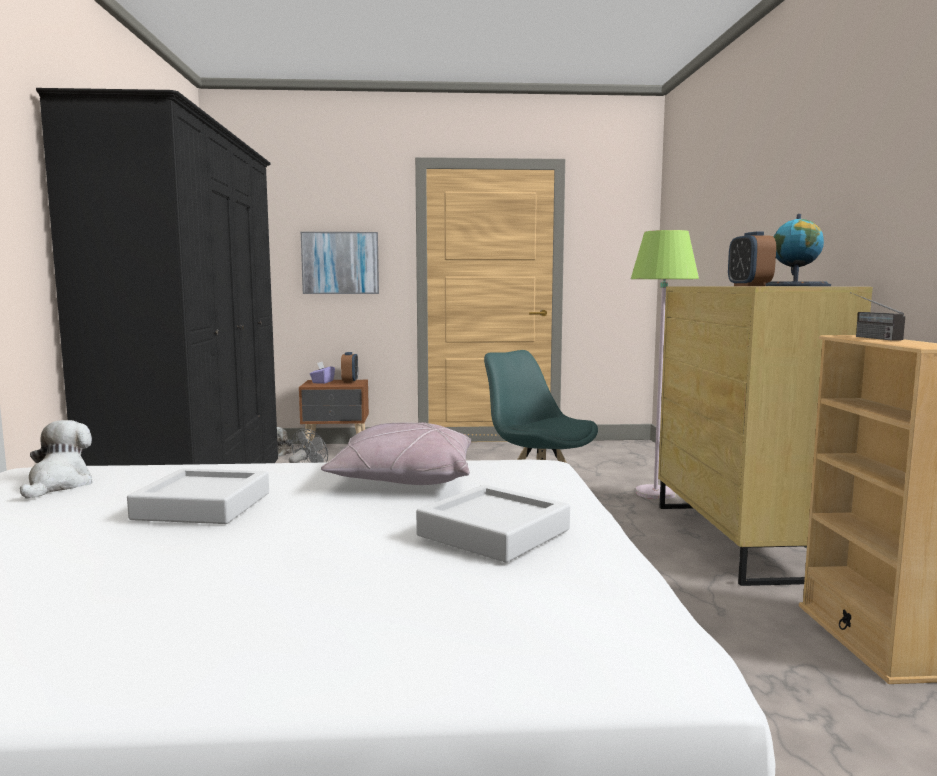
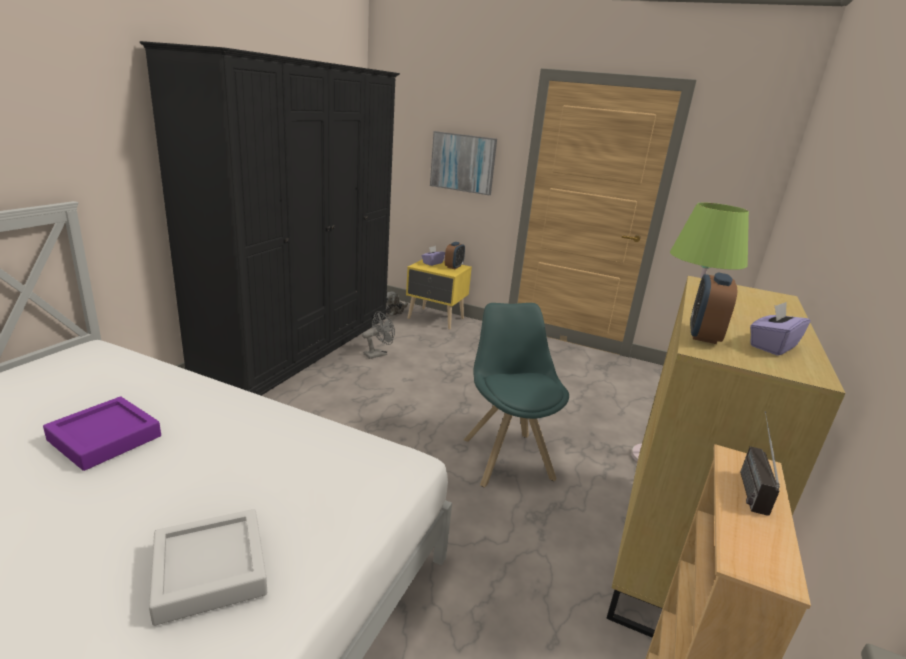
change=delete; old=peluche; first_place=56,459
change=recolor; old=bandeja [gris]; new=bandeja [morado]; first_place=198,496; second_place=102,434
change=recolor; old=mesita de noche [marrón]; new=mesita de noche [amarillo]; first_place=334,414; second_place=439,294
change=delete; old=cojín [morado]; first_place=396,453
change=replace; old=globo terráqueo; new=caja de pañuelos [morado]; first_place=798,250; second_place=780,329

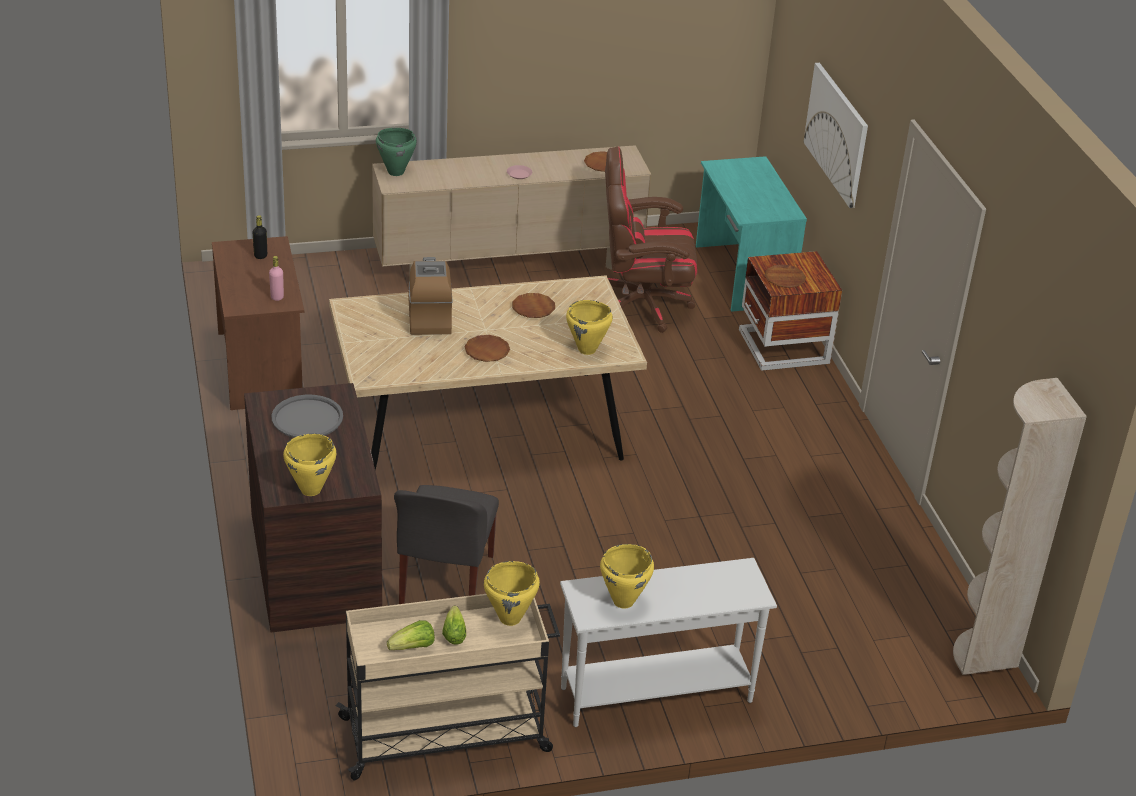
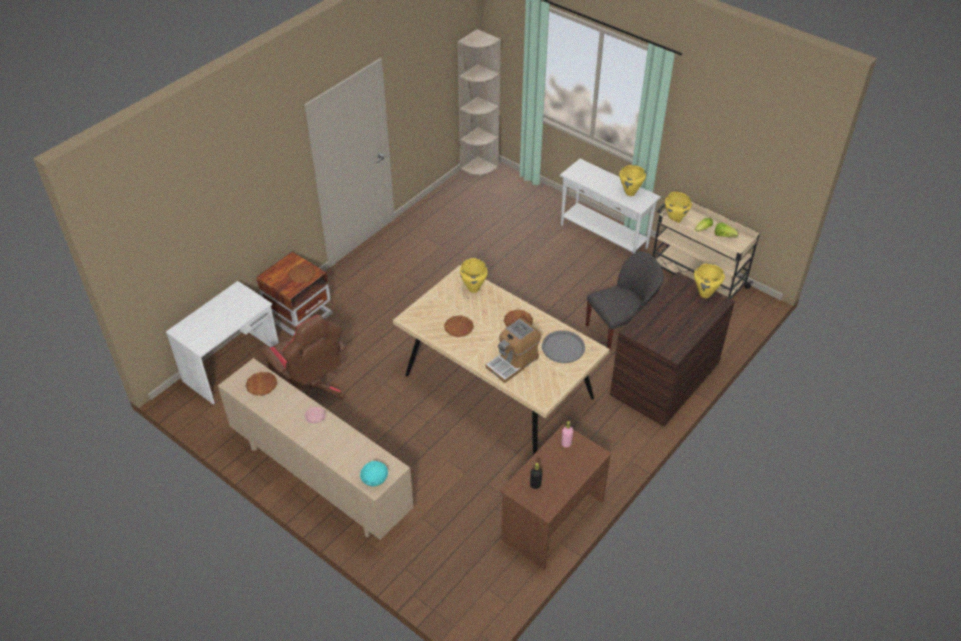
change=move; old=bandeja [gris]; first_place=307,416; second_place=563,346
change=replace; old=olla [verde]; new=cuenco [turquesa]; first_place=396,152; second_place=374,473
change=recolor; old=escritorio [turquesa]; new=escritorio [blanco]; first_place=751,234; second_place=222,342
change=delete; old=cuadro; first_place=835,135

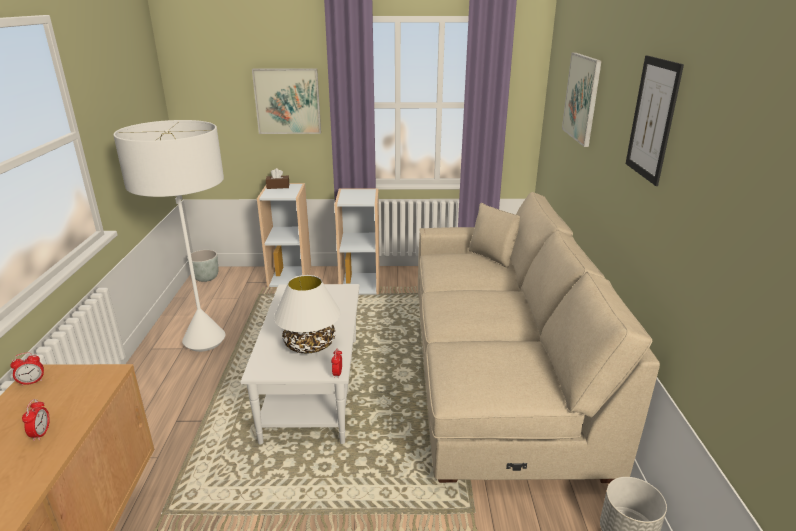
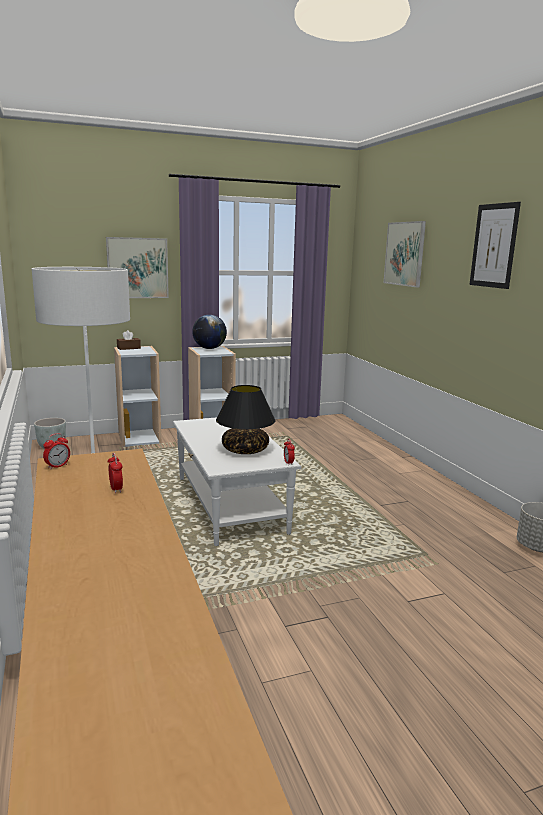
change=recolor; old=lámpara de mesa [blanco]; new=lámpara de mesa [negro]; first_place=307,314; second_place=245,419
change=delete; old=sofá [beis]; first_place=539,337
change=insert; new=globo terráqueo; second_place=209,332

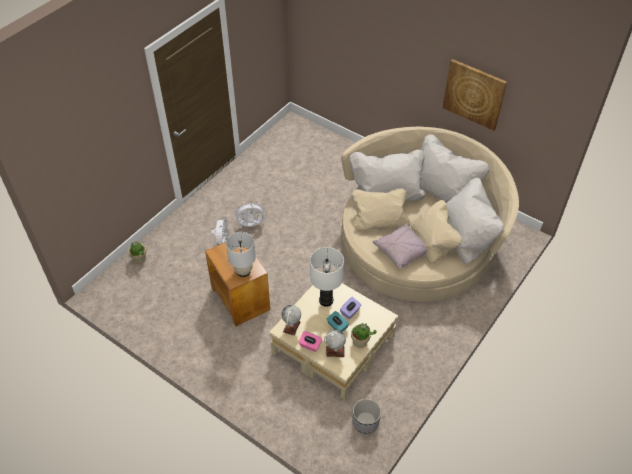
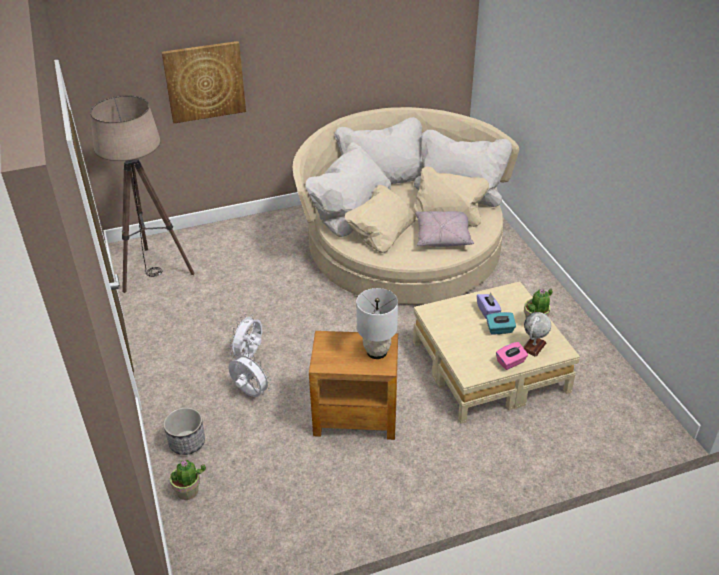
change=delete; old=globo terráqueo; first_place=291,320
change=delete; old=lámpara de mesa [blanco]; first_place=327,277
change=move; old=maceta; first_place=367,416; second_place=184,431
change=move; old=cuadro; first_place=475,95; second_place=204,82
change=insert; new=lámpara de pie; second_place=142,194

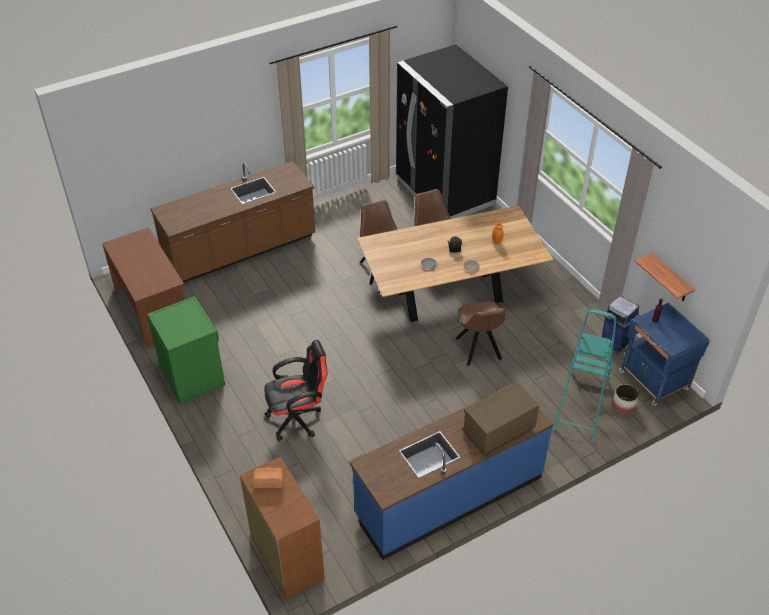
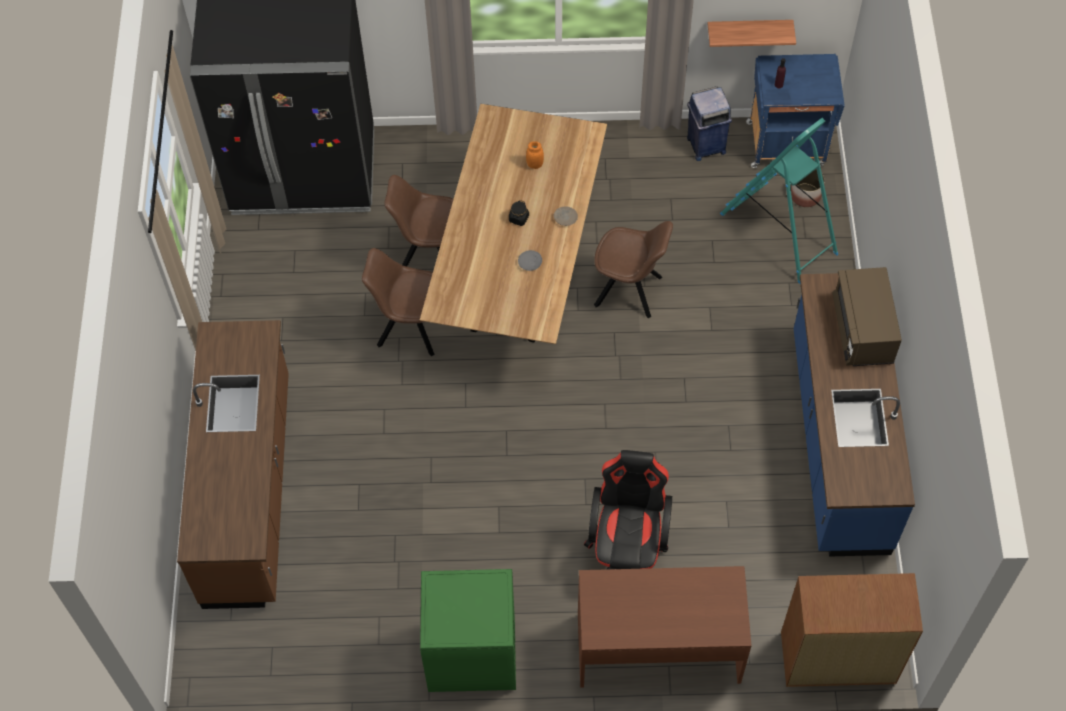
change=move; old=escritorio [marrón]; first_place=143,287; second_place=665,626
change=delete; old=pan; first_place=268,477

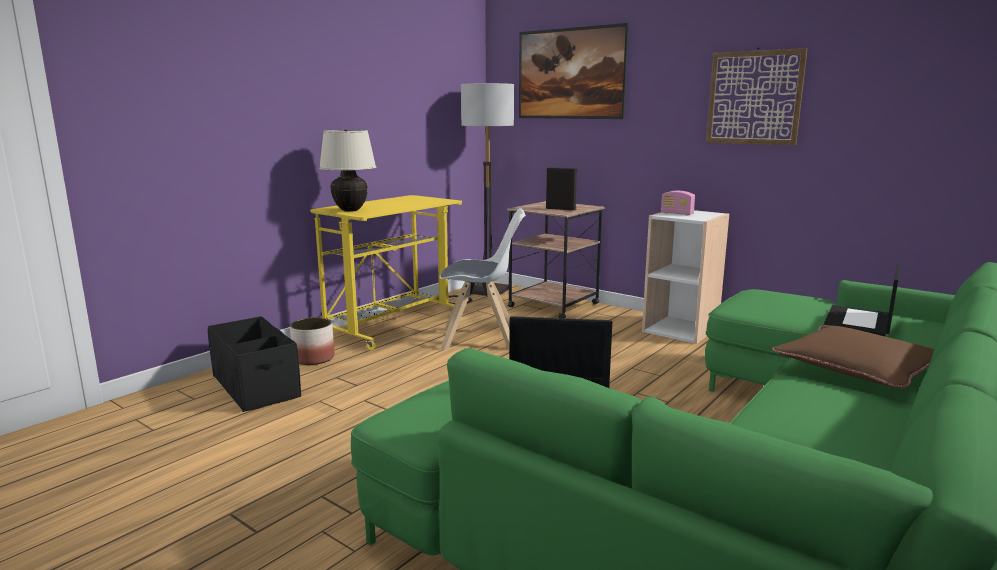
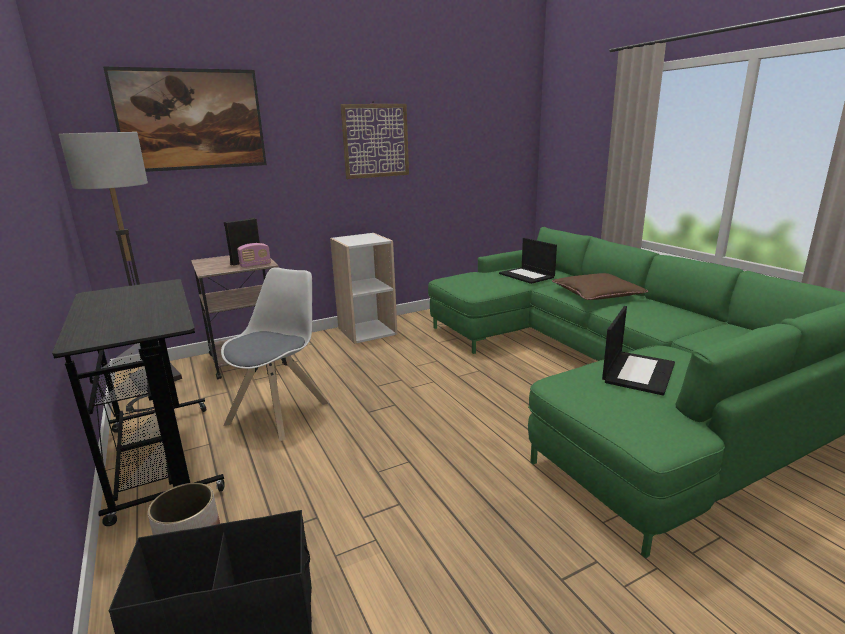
change=recolor; old=escritorio [amarillo]; new=escritorio [negro]; first_place=386,272; second_place=138,402
change=delete; old=lámpara de mesa [beis]; first_place=347,170
change=move; old=radio; first_place=678,203; second_place=254,255

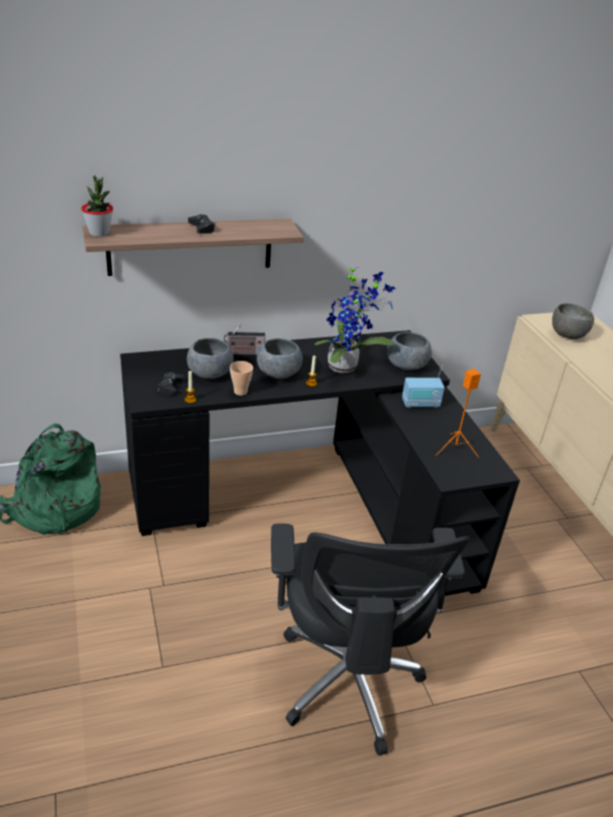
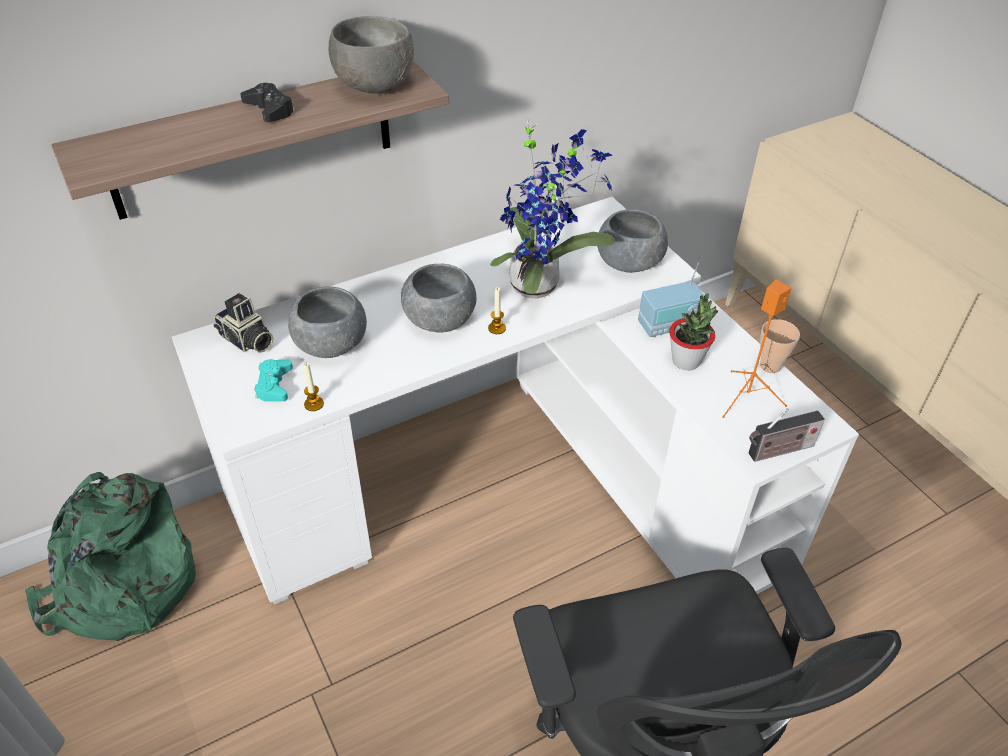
change=move; old=planta en maceta; first_place=97,206; second_place=693,331
change=recolor; old=escritorio [negro]; new=escritorio [blanco]; first_place=320,463; second_place=515,400
change=recolor; old=mando de consola [negro]; new=mando de consola [turquesa]; first_place=171,383; second_place=273,380
change=move; old=radio; first_place=244,339; second_place=787,435
change=move; old=taza; first_place=241,378; second_place=780,346
change=move; old=cuenco [gris]; first_place=573,321; second_place=371,55
change=insert; new=cámara; second_place=243,323

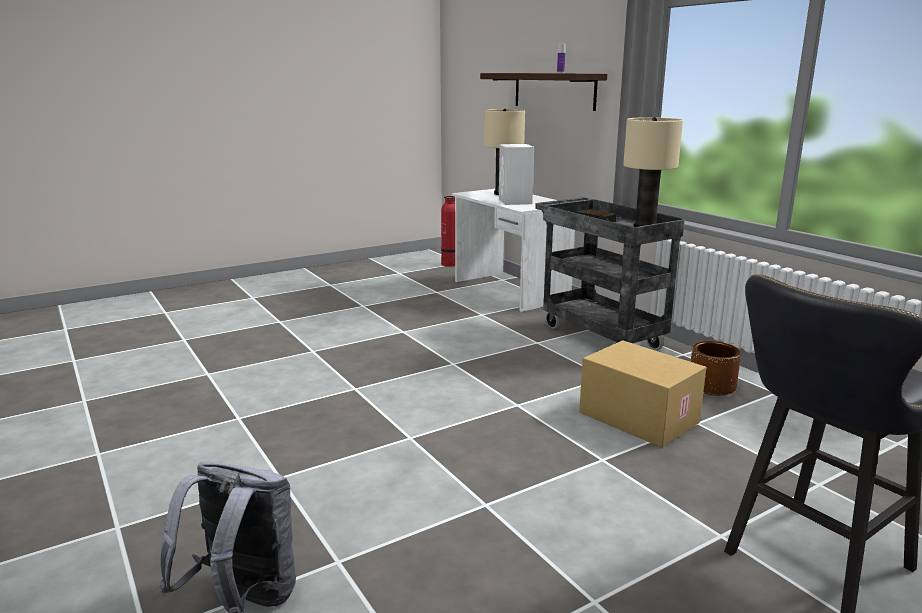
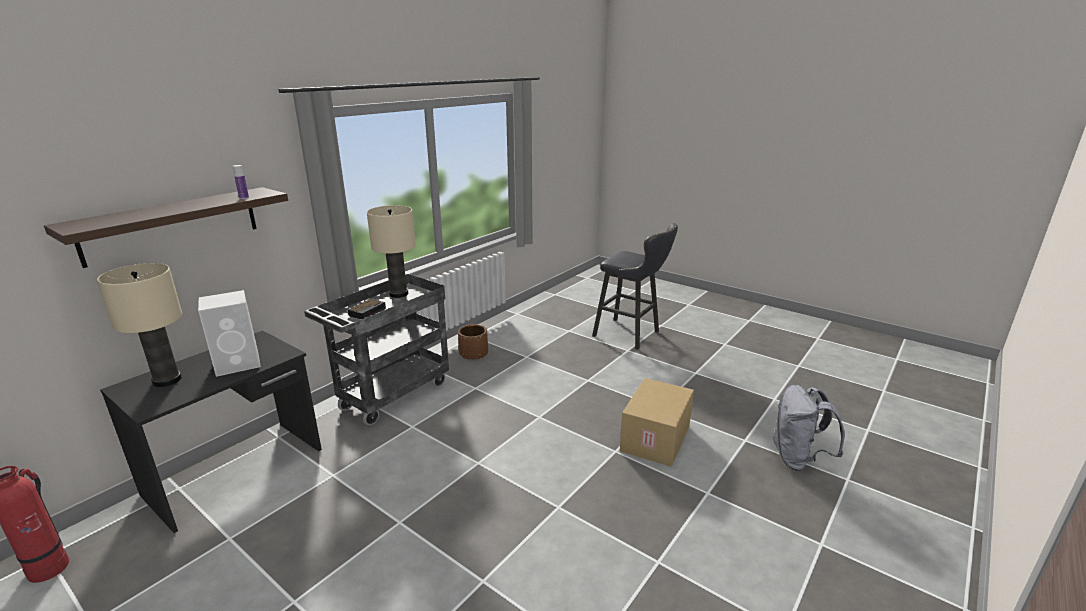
change=recolor; old=escritorio [blanco]; new=escritorio [negro]; first_place=513,250; second_place=211,432
change=move; old=caja de cartón; first_place=642,393; second_place=657,422

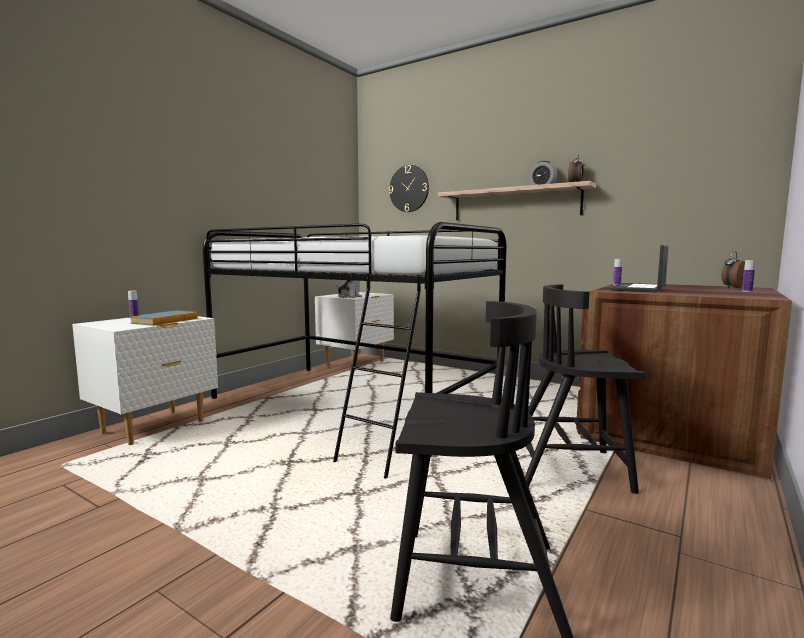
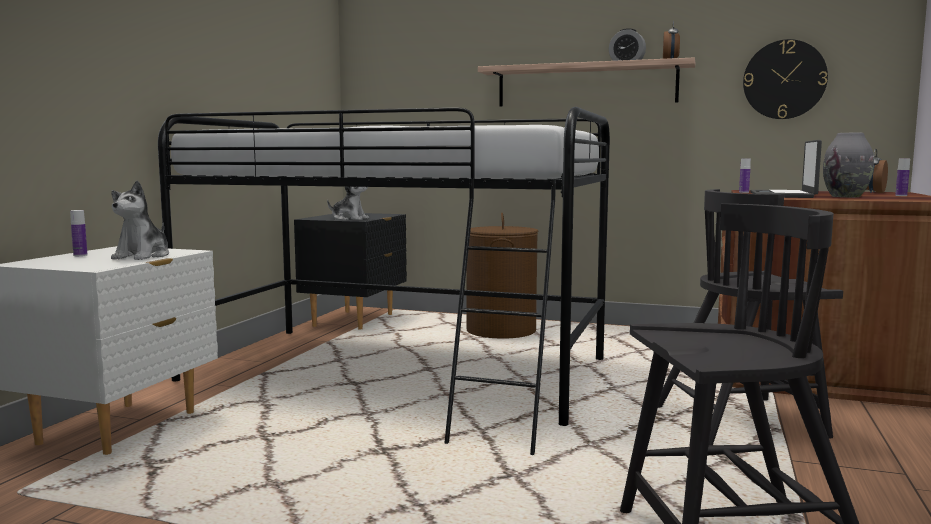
change=replace; old=libro; new=peluche; first_place=164,318; second_place=140,220
change=recolor; old=mesita de noche [blanco]; new=mesita de noche [negro]; first_place=354,331; second_place=350,271
change=move; old=reloj de pared; first_place=409,188; second_place=785,79
change=insert; new=cesto de la ropa [marrón]; second_place=502,276
change=insert; new=florero [gris]; second_place=848,165

